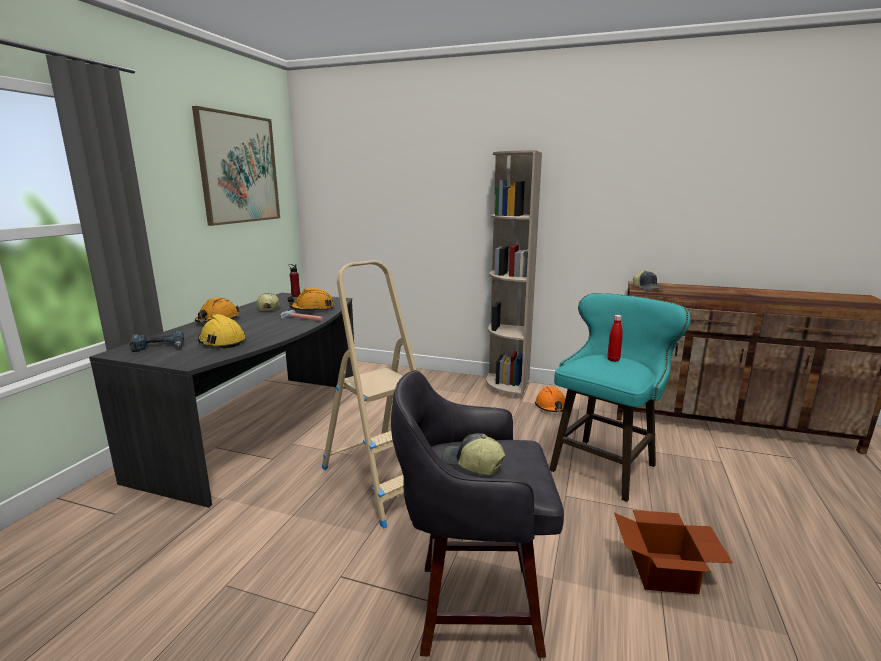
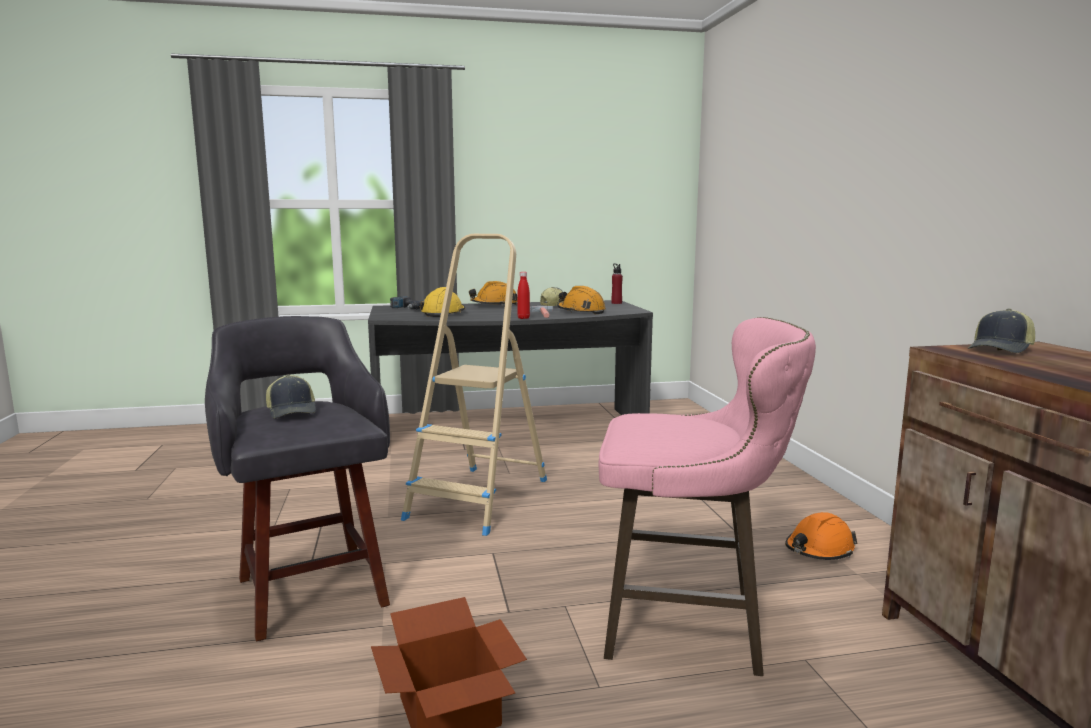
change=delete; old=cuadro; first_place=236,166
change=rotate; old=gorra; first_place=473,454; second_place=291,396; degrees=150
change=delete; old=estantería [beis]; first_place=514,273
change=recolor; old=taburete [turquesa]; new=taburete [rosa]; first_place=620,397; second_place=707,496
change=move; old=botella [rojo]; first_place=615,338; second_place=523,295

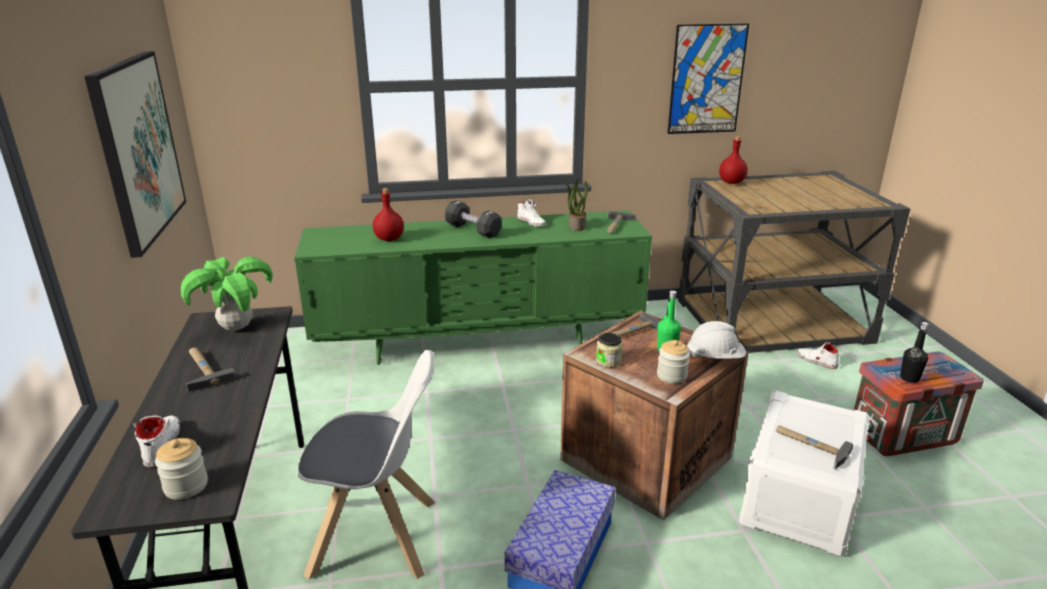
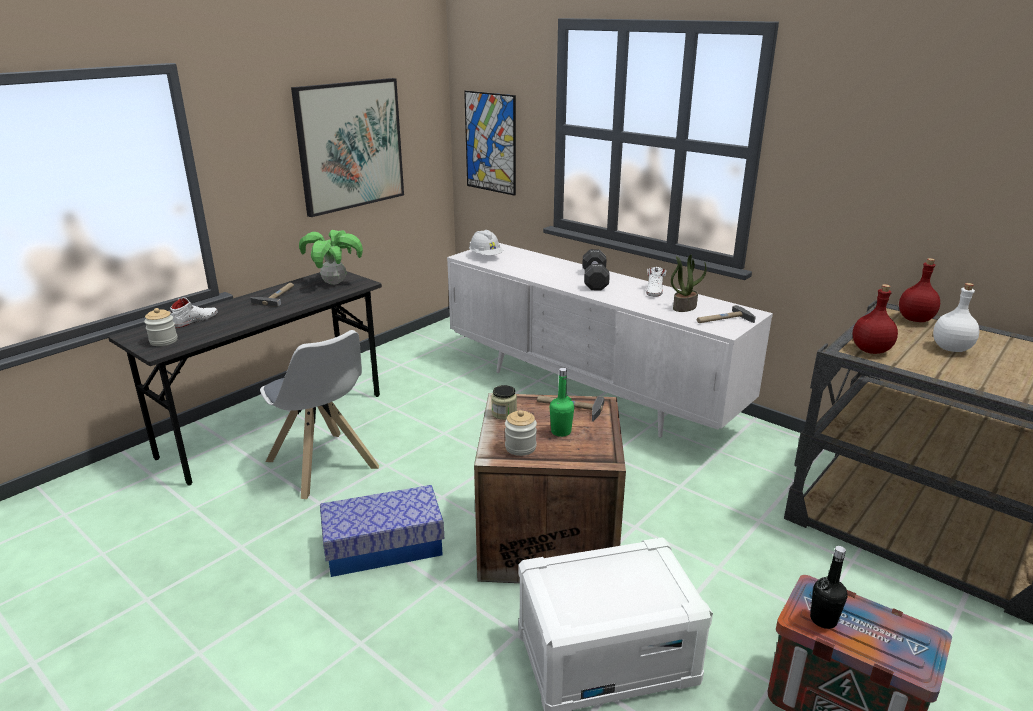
change=recolor; old=armario [verde]; new=armario [blanco]; first_place=473,287; second_place=610,340
change=move; old=botella [rojo]; first_place=388,214; second_place=875,319
change=move; old=cuadro; first_place=708,79; second_place=490,143
change=move; old=casco [blanco]; first_place=716,340; second_place=486,242
change=delete; old=martillo; first_place=814,447
change=delete; old=zapato [blanco]; first_place=818,355
change=insert; new=botella [blanco]; second_place=956,317

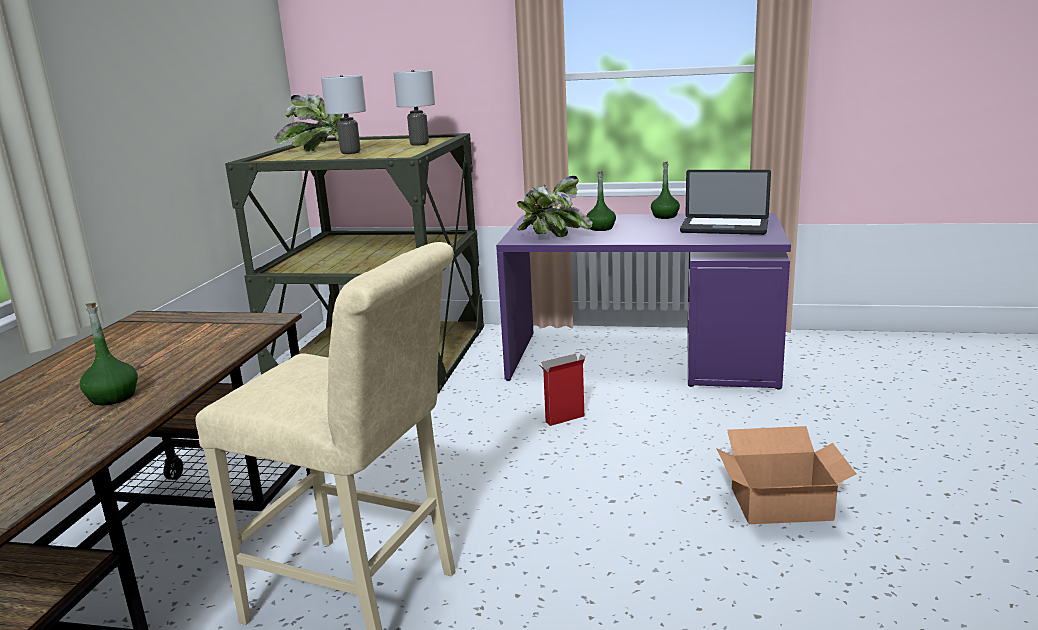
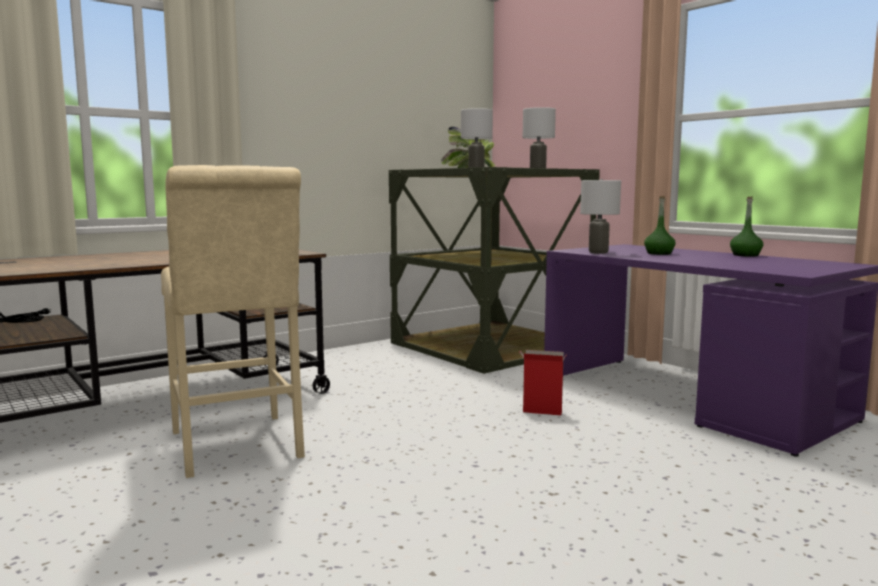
change=delete; old=botella [verde]; first_place=108,354
change=replace; old=planta en maceta; new=lámpara de mesa [blanco]; first_place=555,206; second_place=600,216
change=delete; old=portátil; first_place=725,202
change=delete; old=caja de cartón; first_place=786,475

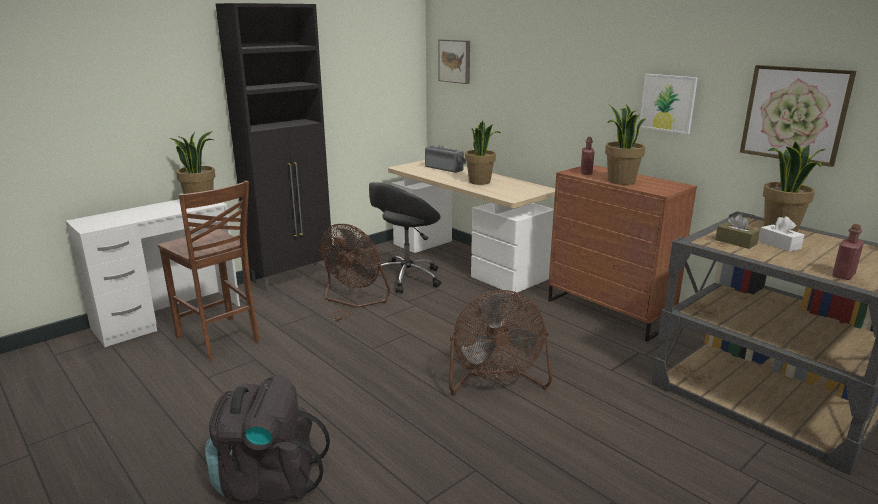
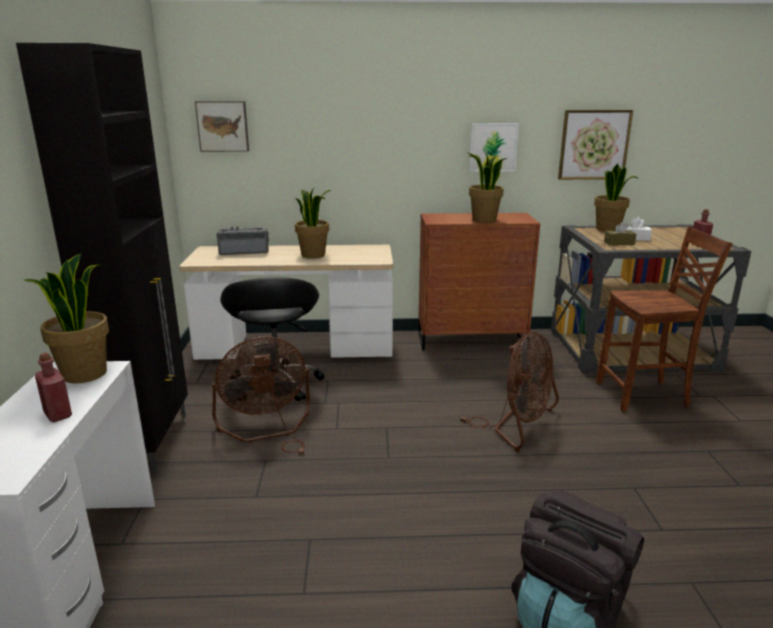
change=move; old=silla [marrón]; first_place=209,271; second_place=664,319
change=move; old=botella [rojo]; first_place=587,156; second_place=53,387

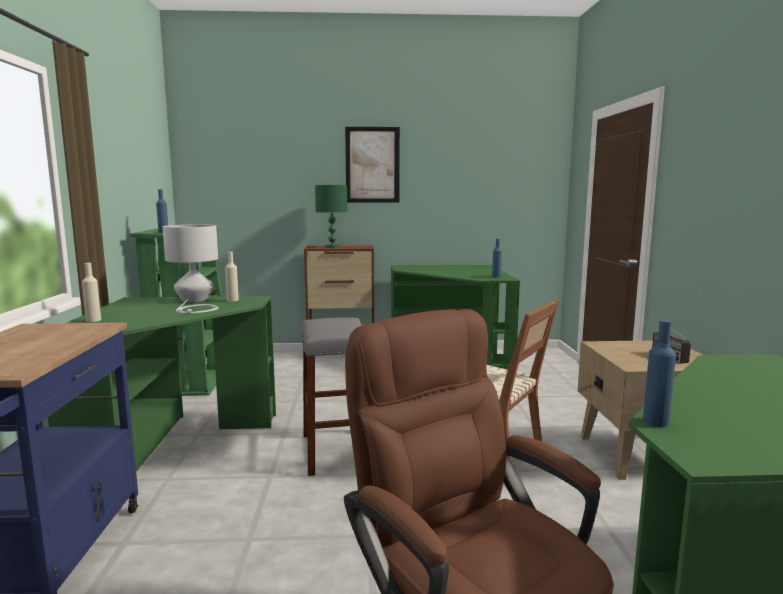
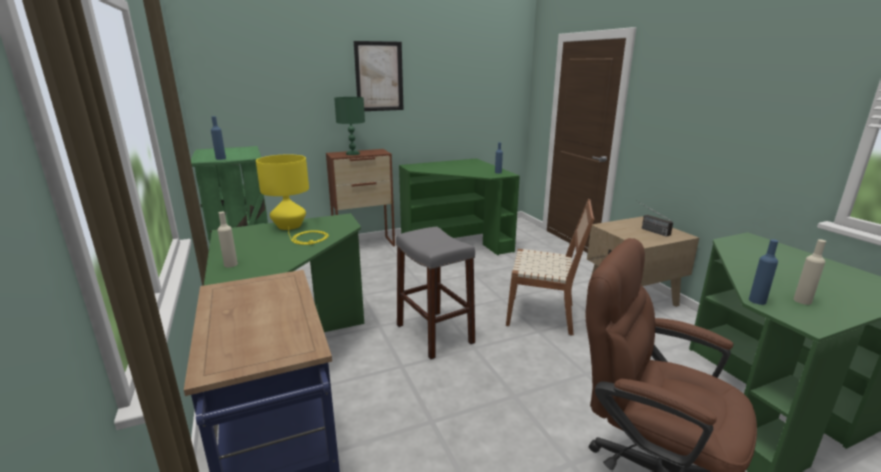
change=recolor; old=lámpara de mesa [gris]; new=lámpara de mesa [amarillo]; first_place=190,269; second_place=292,199
change=move; old=botella [beis]; first_place=232,277; second_place=810,272

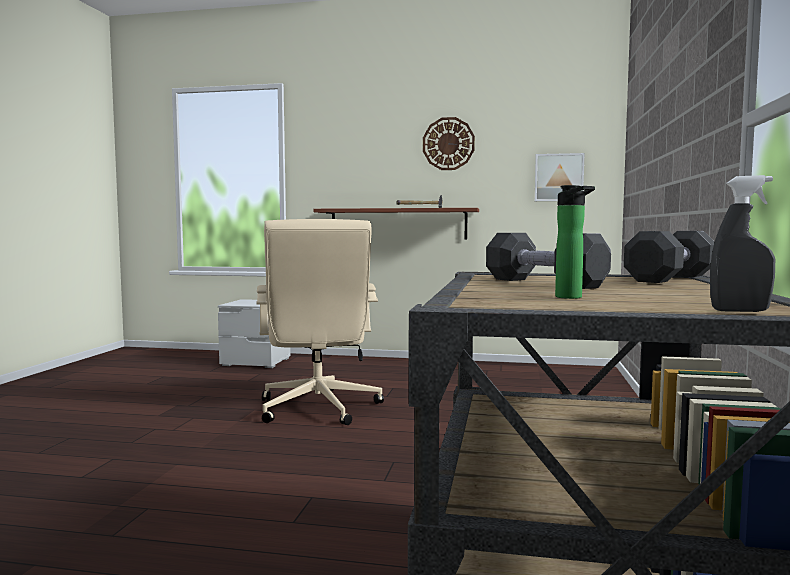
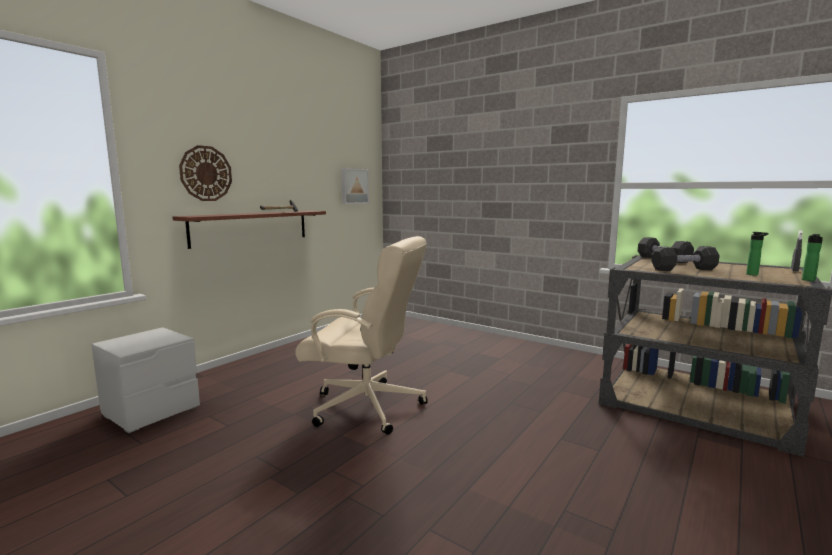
change=move; old=reloj de pared; first_place=449,143; second_place=205,173
change=insert; new=botella; second_place=812,257

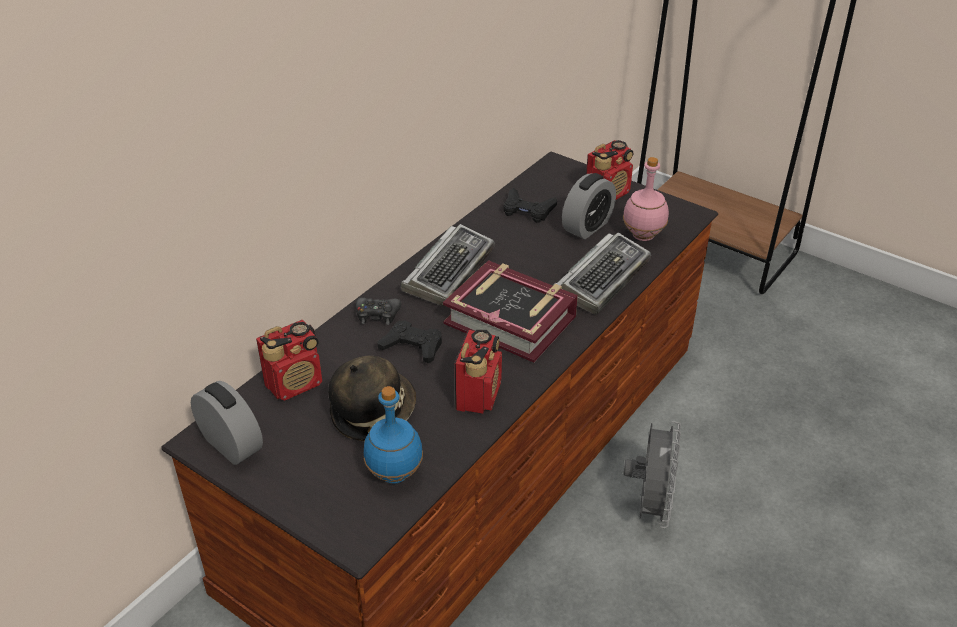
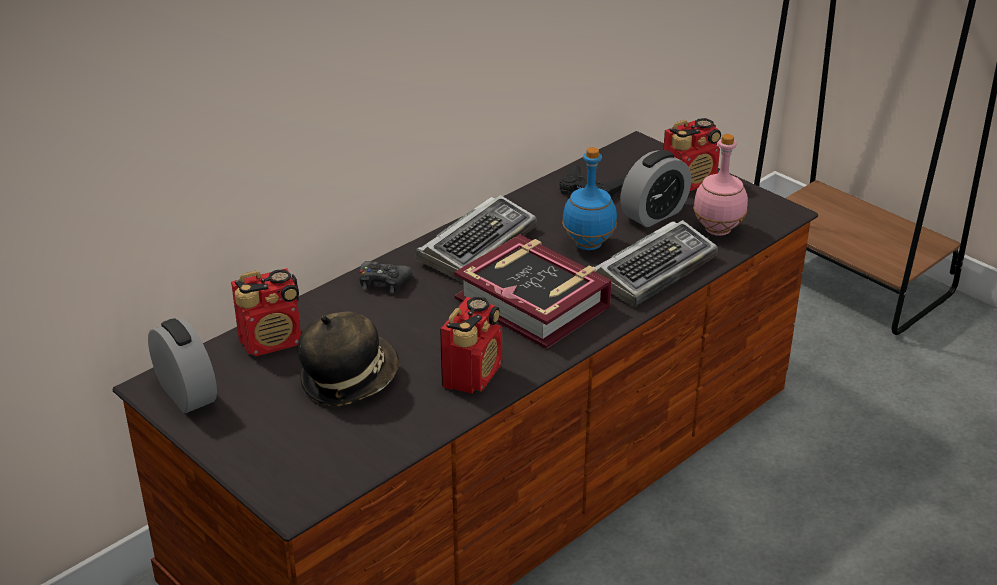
change=move; old=botella [azul]; first_place=393,435; second_place=589,198
change=delete; old=mando de consola [negro]; first_place=409,342
change=delete; old=ventilador [gris]; first_place=652,474

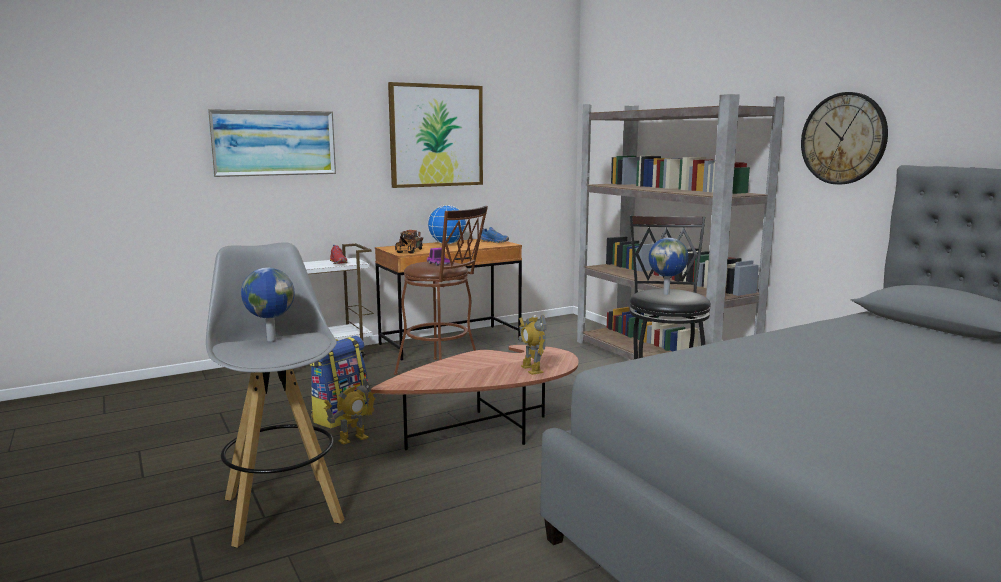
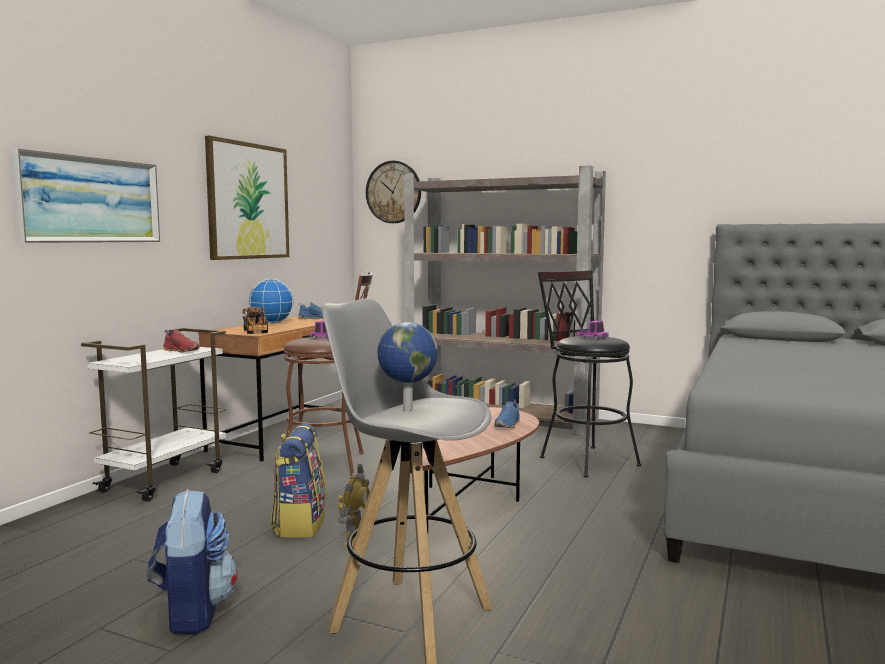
change=replace; old=robot de juguete; new=zapato [azul]; first_place=533,345; second_place=507,413
change=replace; old=globo terráqueo; new=camión de juguete; first_place=668,266; second_place=593,330
change=move; old=reloj de pared; first_place=844,138; second_place=393,192
change=insert; new=mochila; second_place=192,561

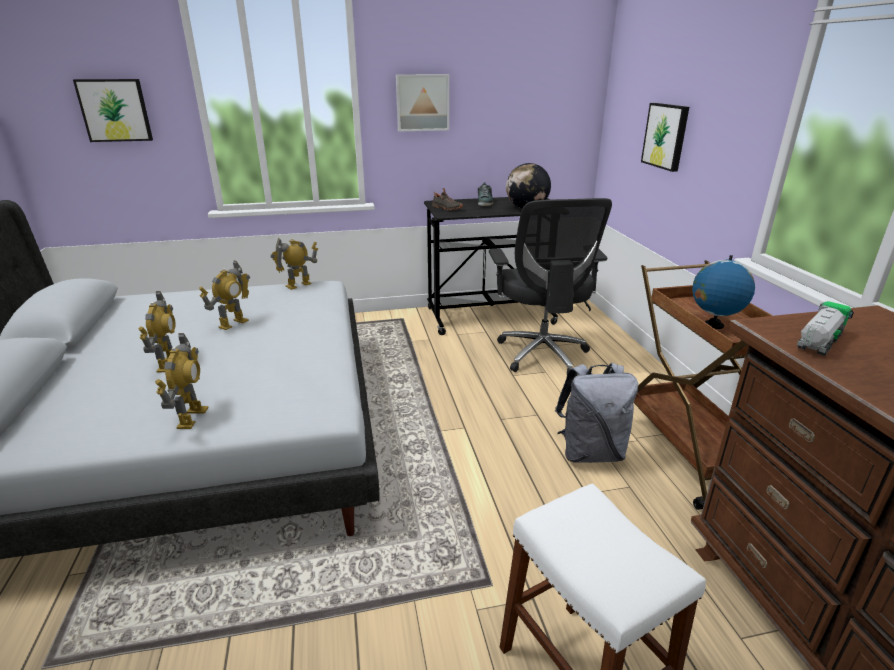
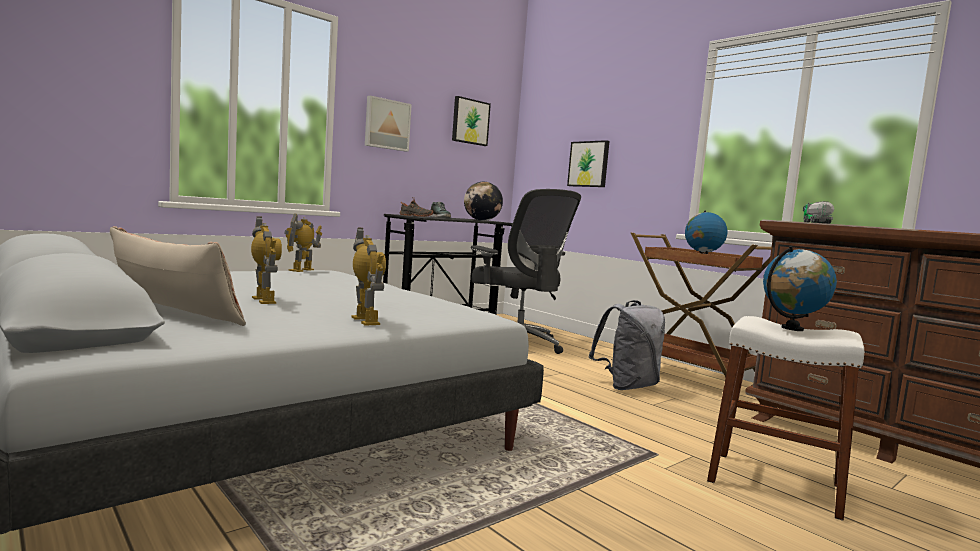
change=move; old=cuadro; first_place=113,110; second_place=471,121
change=delete; old=robot de juguete; first_place=224,295
change=insert; new=cojín; second_place=178,276
change=insert; new=globo terráqueo; second_place=800,288

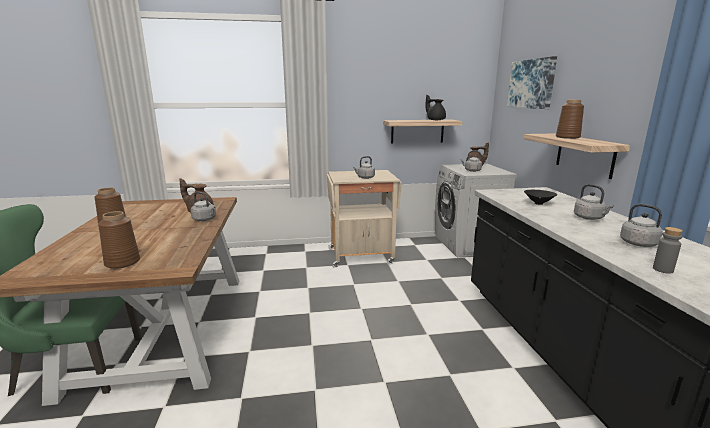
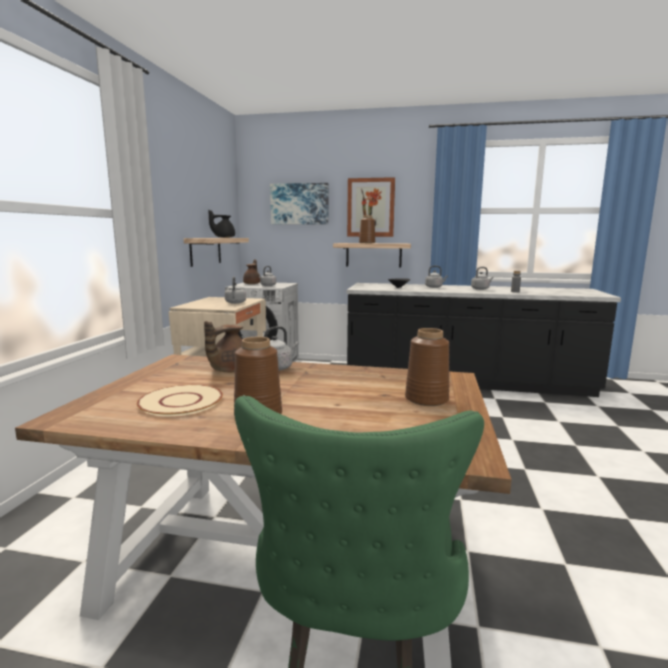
change=insert; new=plato [beis]; second_place=180,400
change=insert; new=cuadro; second_place=371,207

